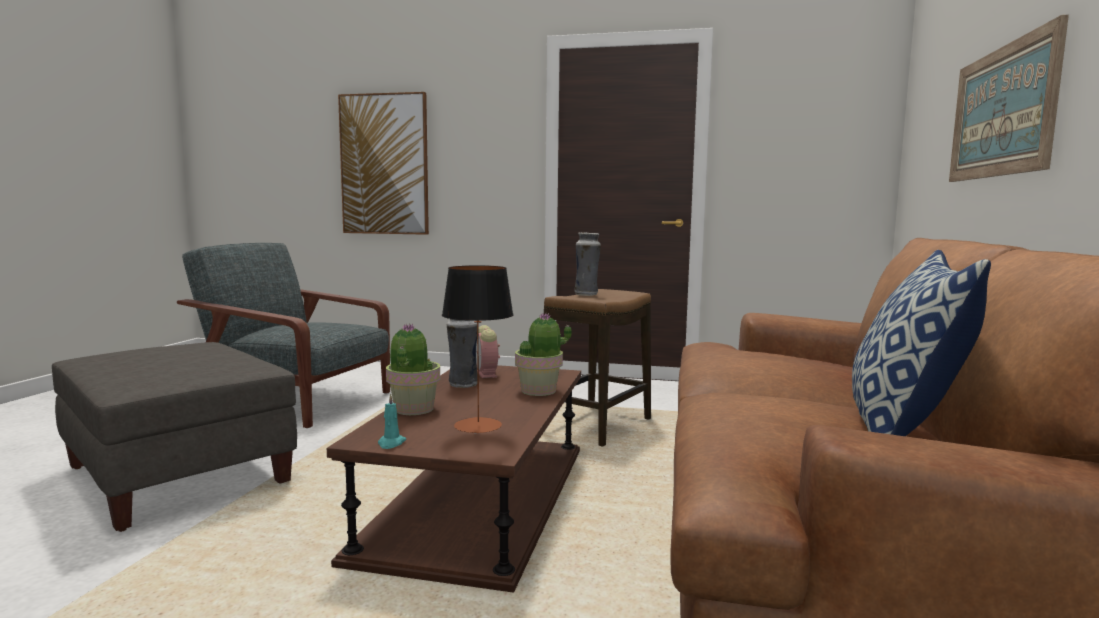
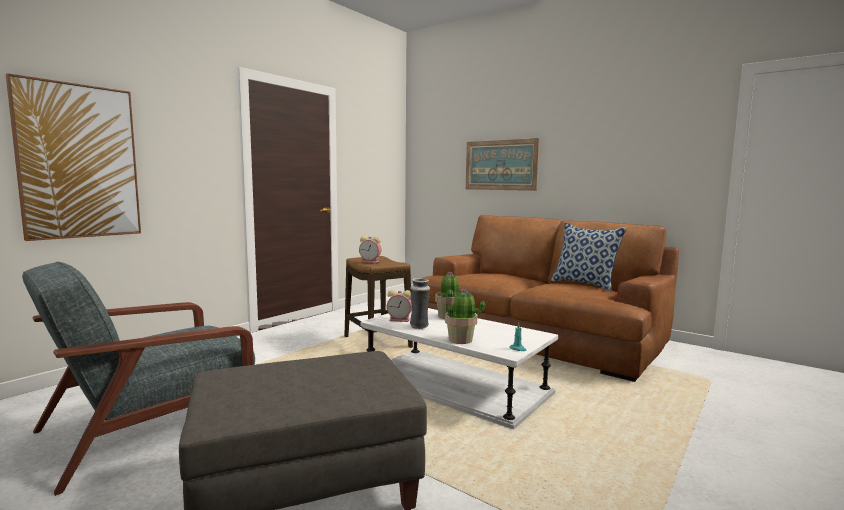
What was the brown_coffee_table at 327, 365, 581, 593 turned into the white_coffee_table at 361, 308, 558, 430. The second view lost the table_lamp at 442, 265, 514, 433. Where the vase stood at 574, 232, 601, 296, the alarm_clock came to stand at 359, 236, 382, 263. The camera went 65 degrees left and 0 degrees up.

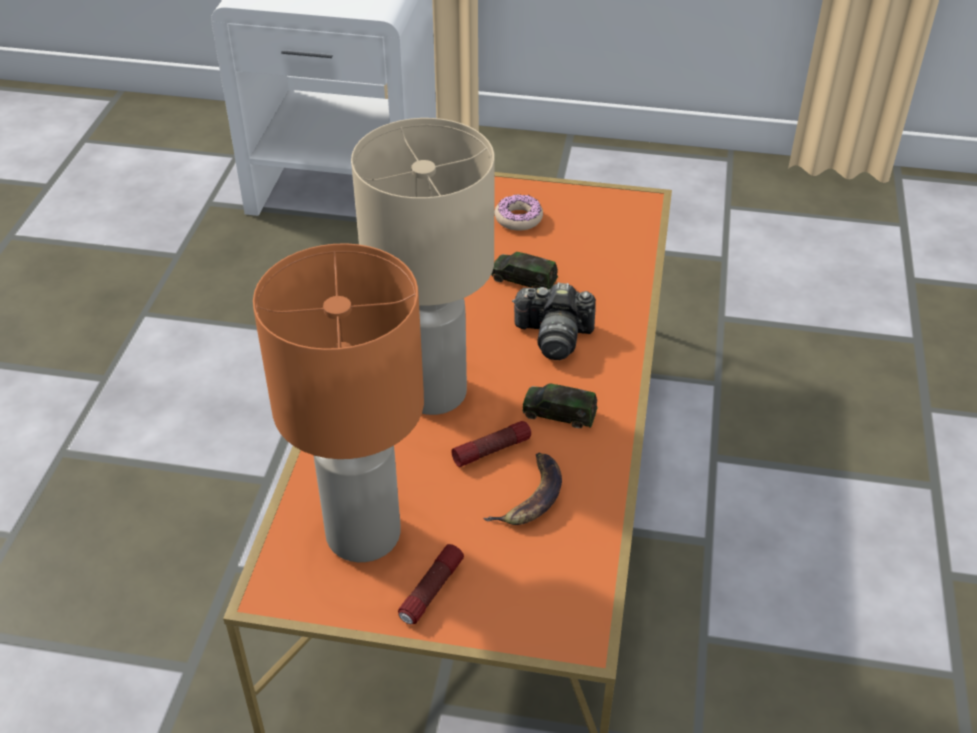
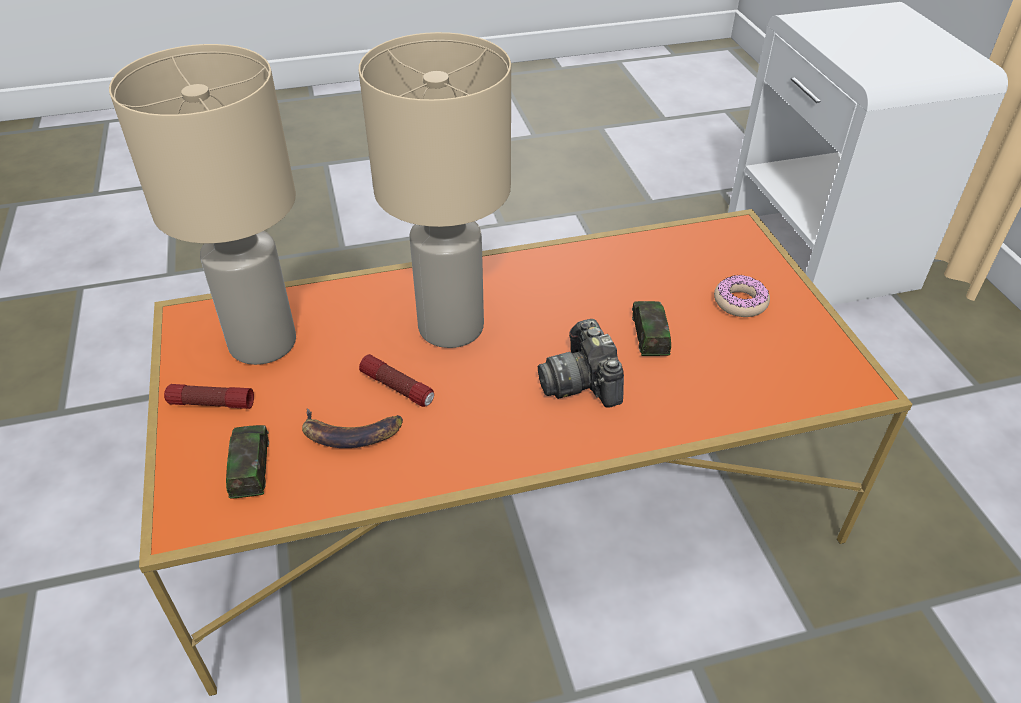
What was the orange_table_lamp at 253, 243, 424, 562 turned into the beige_table_lamp at 109, 44, 296, 365. The toy_car ended up elsewhere, having gone from 523, 383, 597, 428 to 226, 425, 269, 499. The camera went 65 degrees right and 0 degrees up.

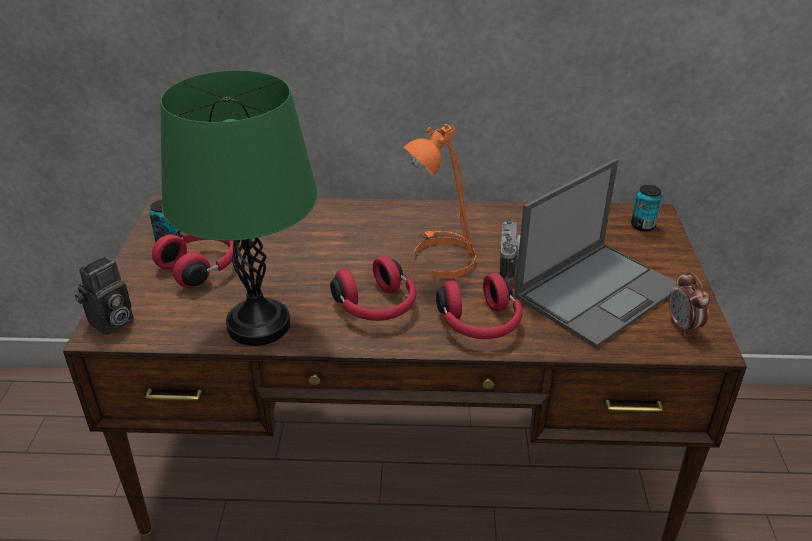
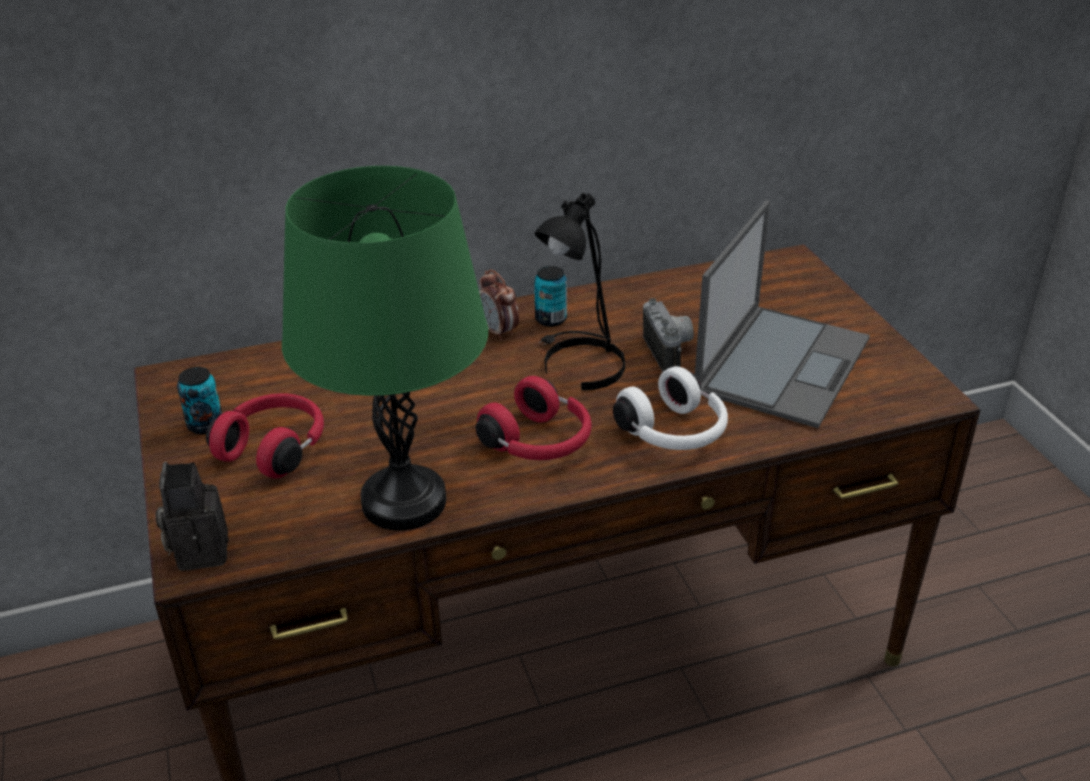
The photo_camera at 75, 256, 134, 335 ended up facing another way, 150 degrees clockwise from before. What was the orange_table_lamp at 403, 124, 476, 278 turned into the black_table_lamp at 534, 193, 625, 390. What was the red_headphones at 436, 273, 522, 339 turned into the white_headphones at 613, 366, 728, 450. The can ended up elsewhere, having gone from 631, 185, 662, 231 to 534, 266, 567, 327. The alarm_clock ended up elsewhere, having gone from 669, 271, 710, 336 to 479, 269, 519, 341. The camera went 20 degrees left and 0 degrees up.

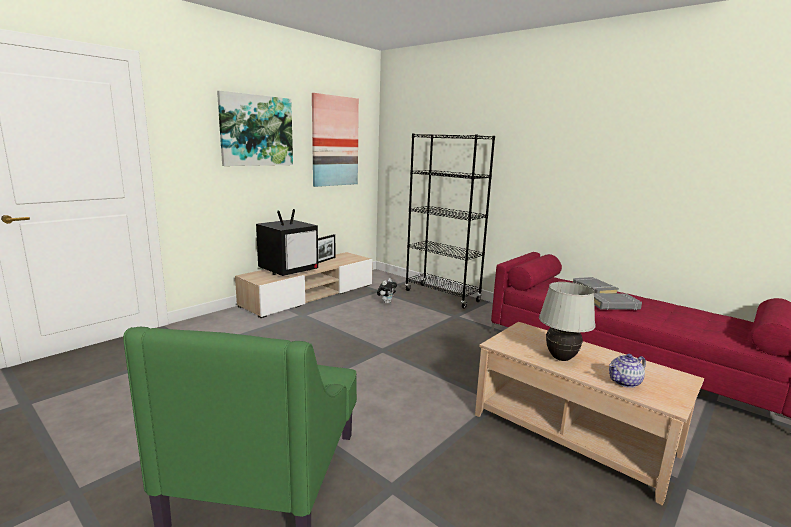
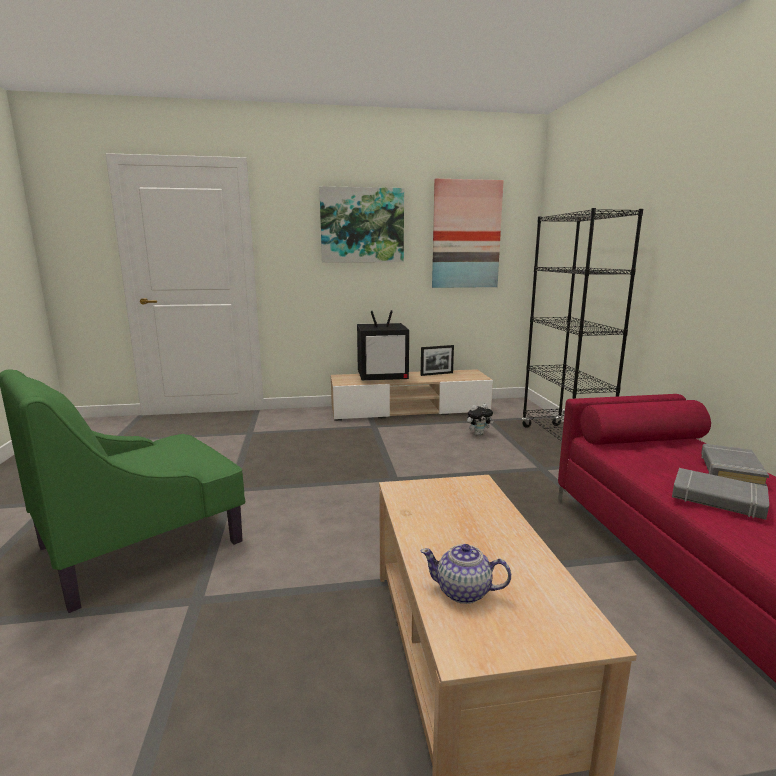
The second view lost the white_table_lamp at 539, 282, 596, 361. The camera went 40 degrees right and 0 degrees up.

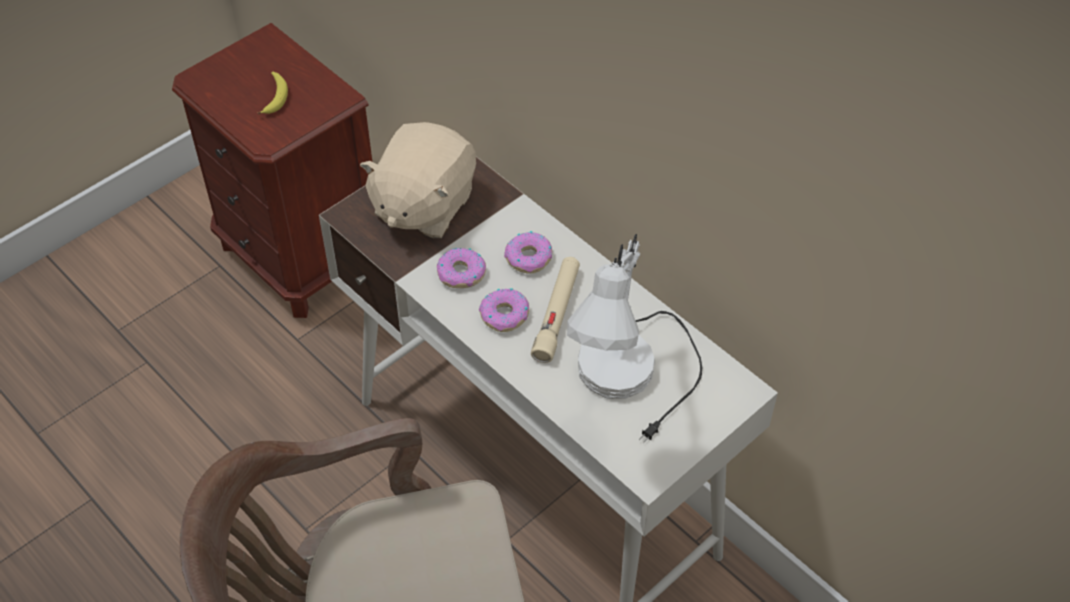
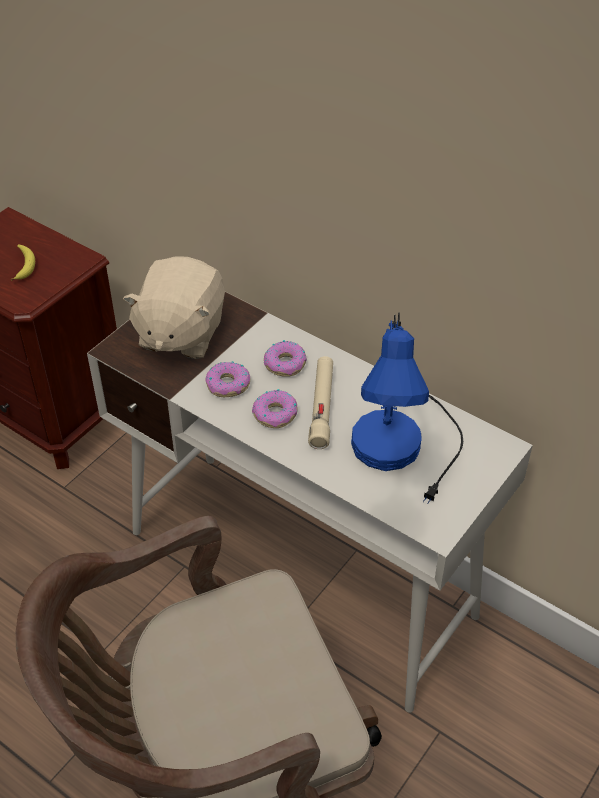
What was the white_table_lamp at 567, 234, 702, 443 turned into the blue_table_lamp at 351, 312, 463, 503. The camera went 10 degrees left and 5 degrees down.

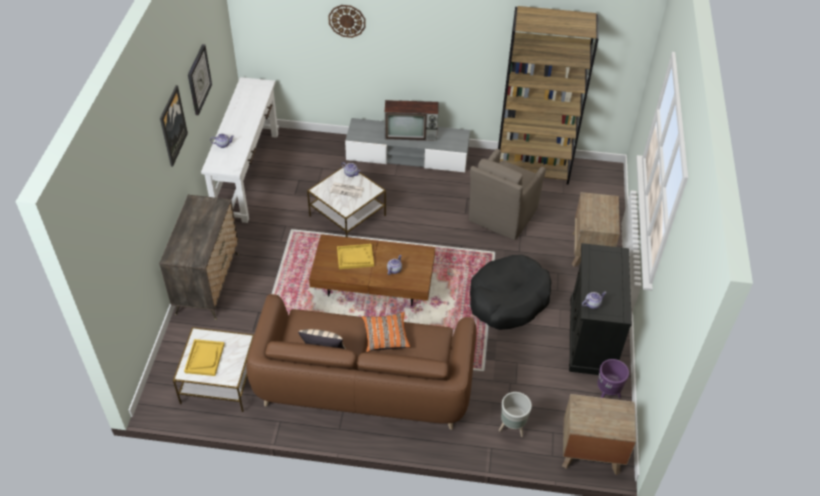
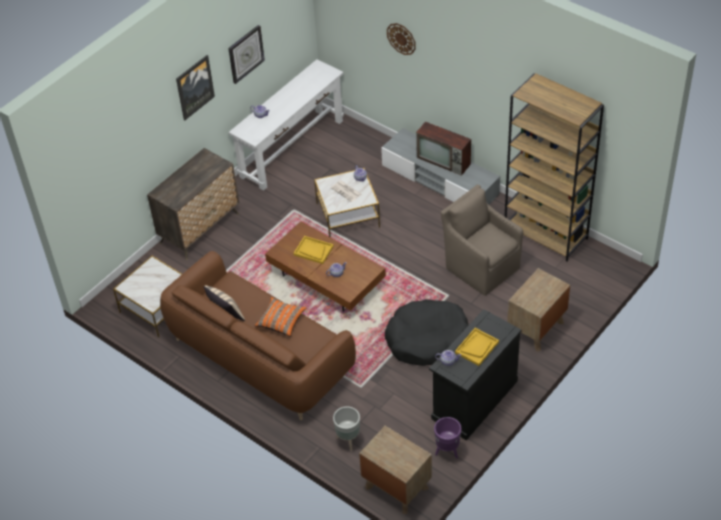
The yellow_tray ended up elsewhere, having gone from 184, 339, 225, 376 to 455, 328, 499, 366. The brown_armchair at 469, 149, 546, 240 ended up facing another way, 75 degrees clockwise from before. The camera went 35 degrees right and 0 degrees up.

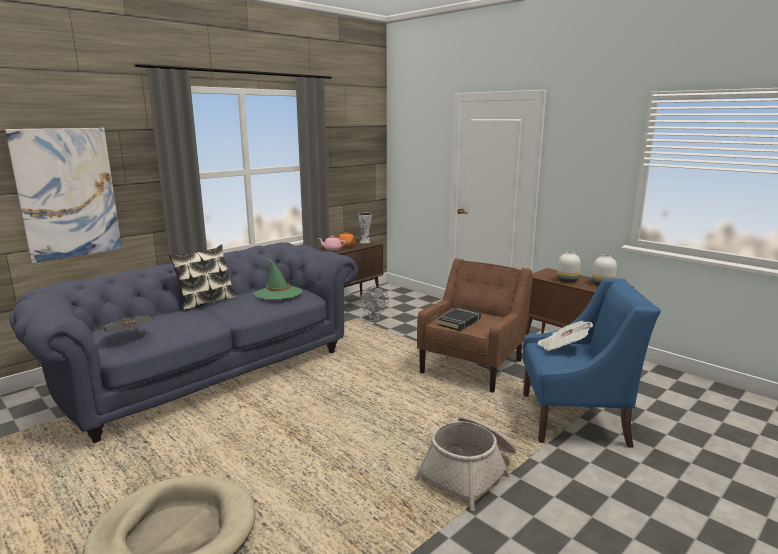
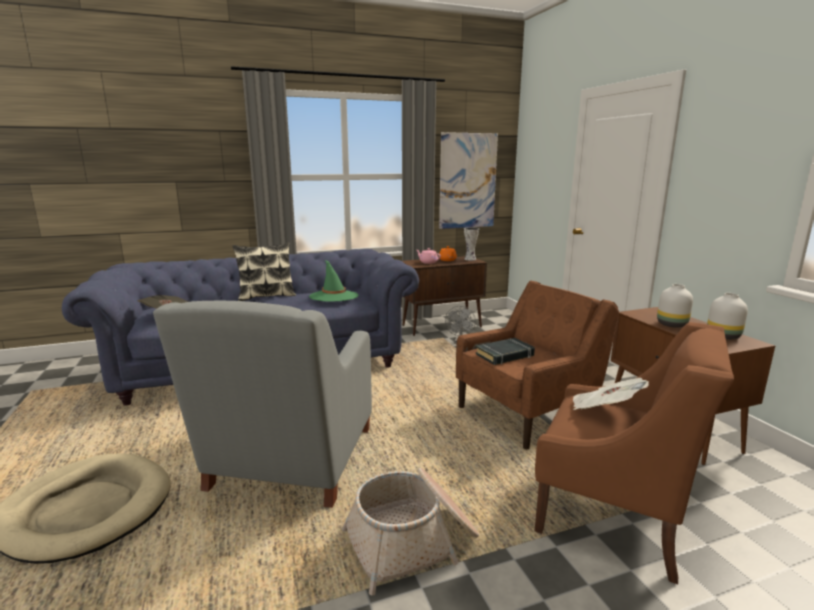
The picture ended up elsewhere, having gone from 5, 128, 122, 263 to 439, 132, 498, 229. What was the blue_armchair at 523, 278, 661, 448 turned into the brown_armchair at 535, 322, 734, 584. The second view gained the grey_armchair at 153, 301, 372, 508. The camera went 25 degrees right and 0 degrees up.

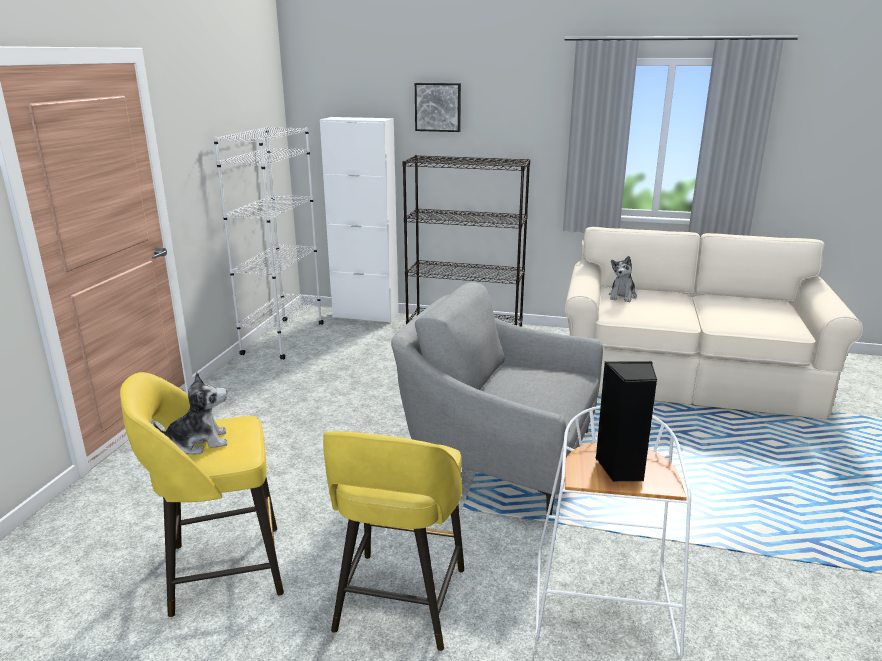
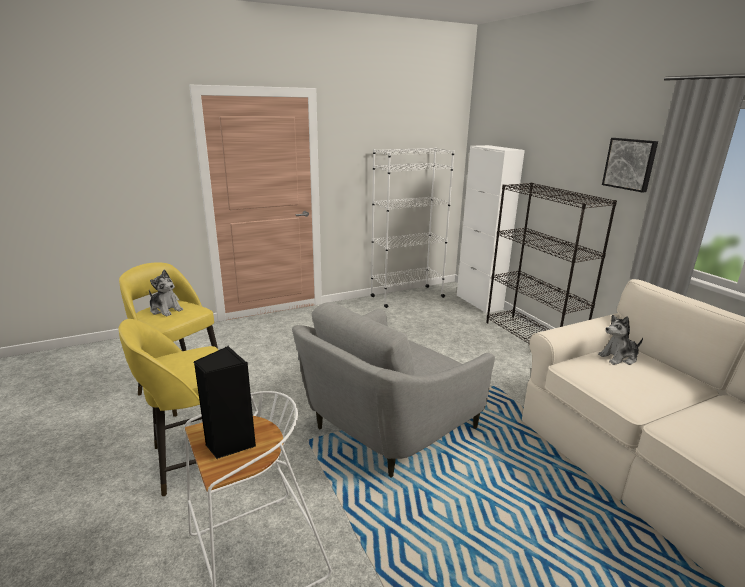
The grey_armchair at 391, 282, 603, 515 ended up facing another way, 120 degrees counterclockwise from before. The picture ended up elsewhere, having gone from 415, 83, 461, 132 to 602, 138, 658, 193. The camera went 50 degrees right and 0 degrees up.

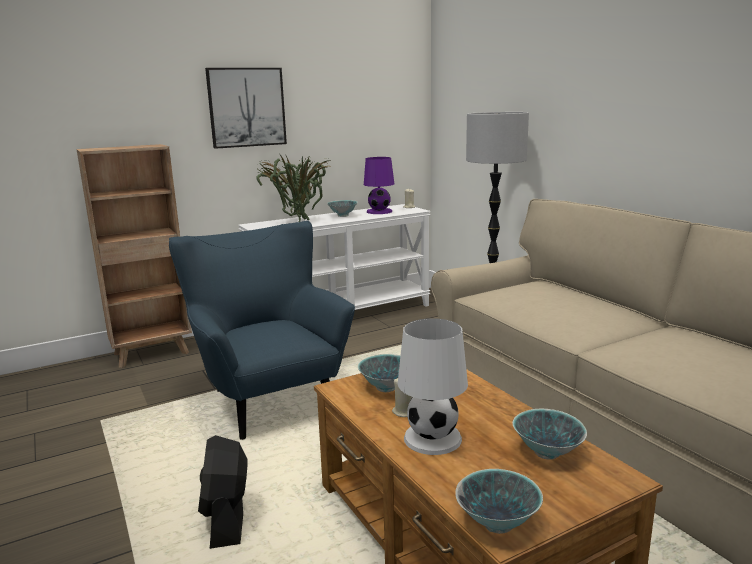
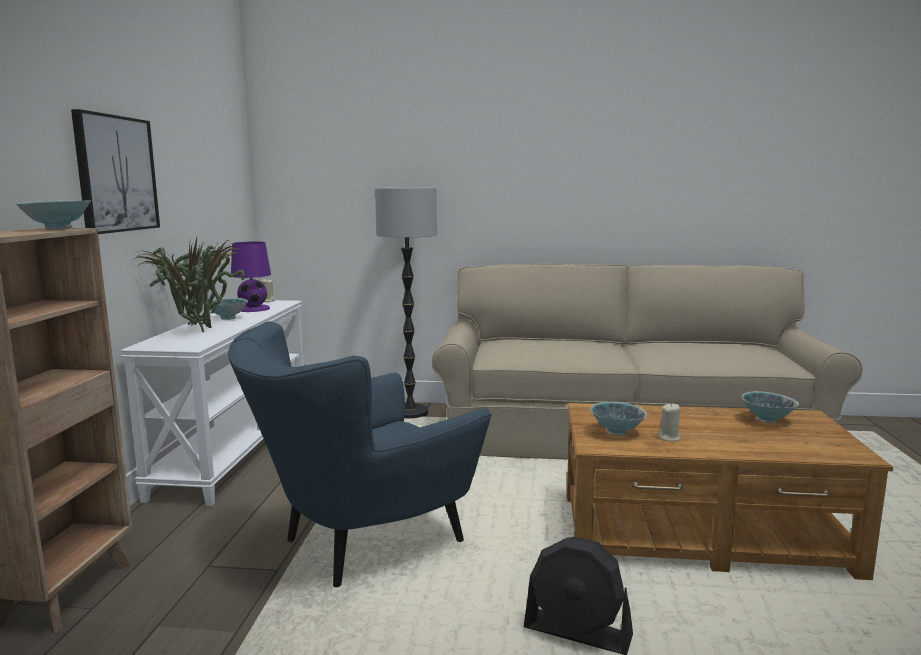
The blue_armchair at 169, 221, 355, 440 ended up facing another way, 45 degrees counterclockwise from before. The second view lost the white_table_lamp at 398, 318, 468, 455. The bowl ended up elsewhere, having gone from 455, 469, 543, 534 to 16, 201, 91, 230. The camera went 55 degrees left and 5 degrees down.

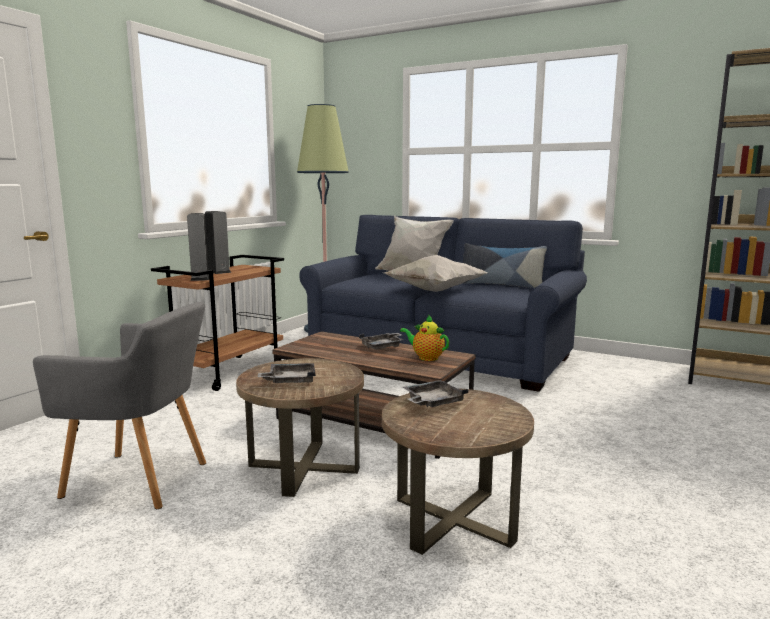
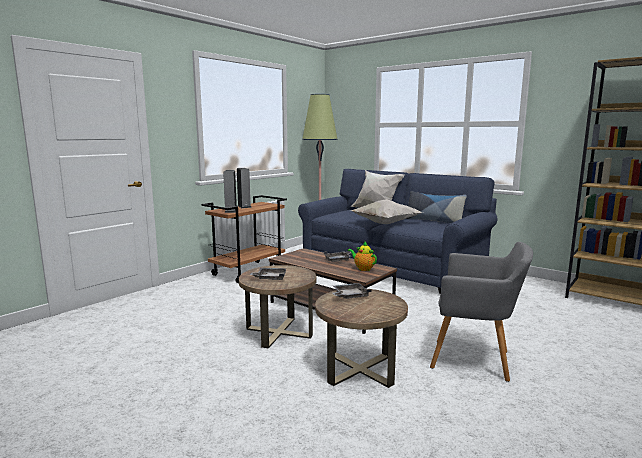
The grey_armchair ended up elsewhere, having gone from 33, 302, 206, 509 to 430, 242, 533, 382. The camera went 10 degrees right and 0 degrees up.

